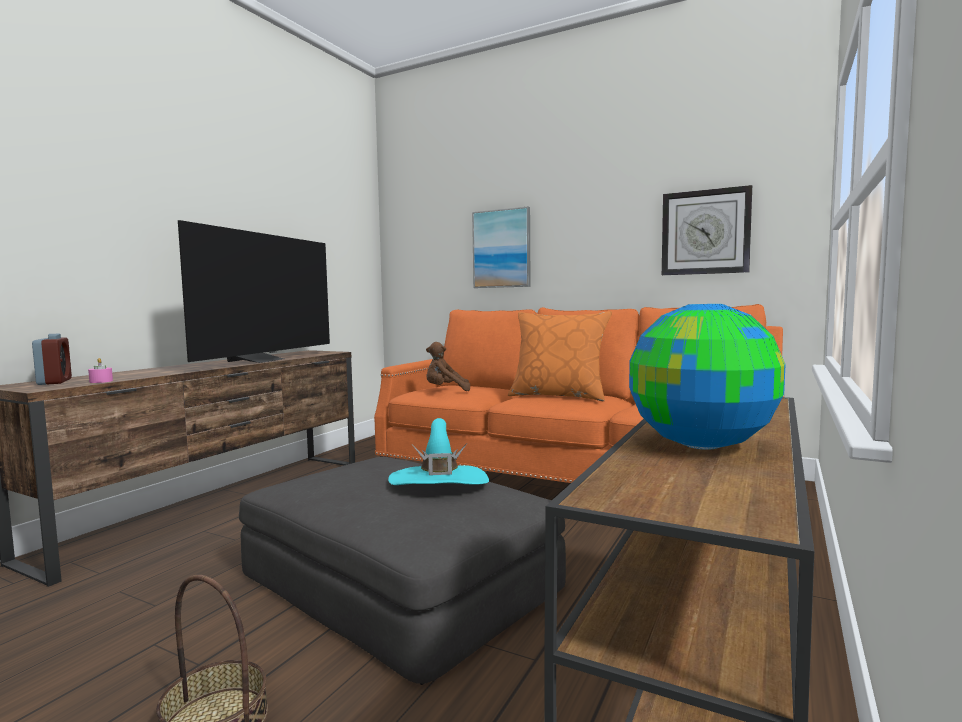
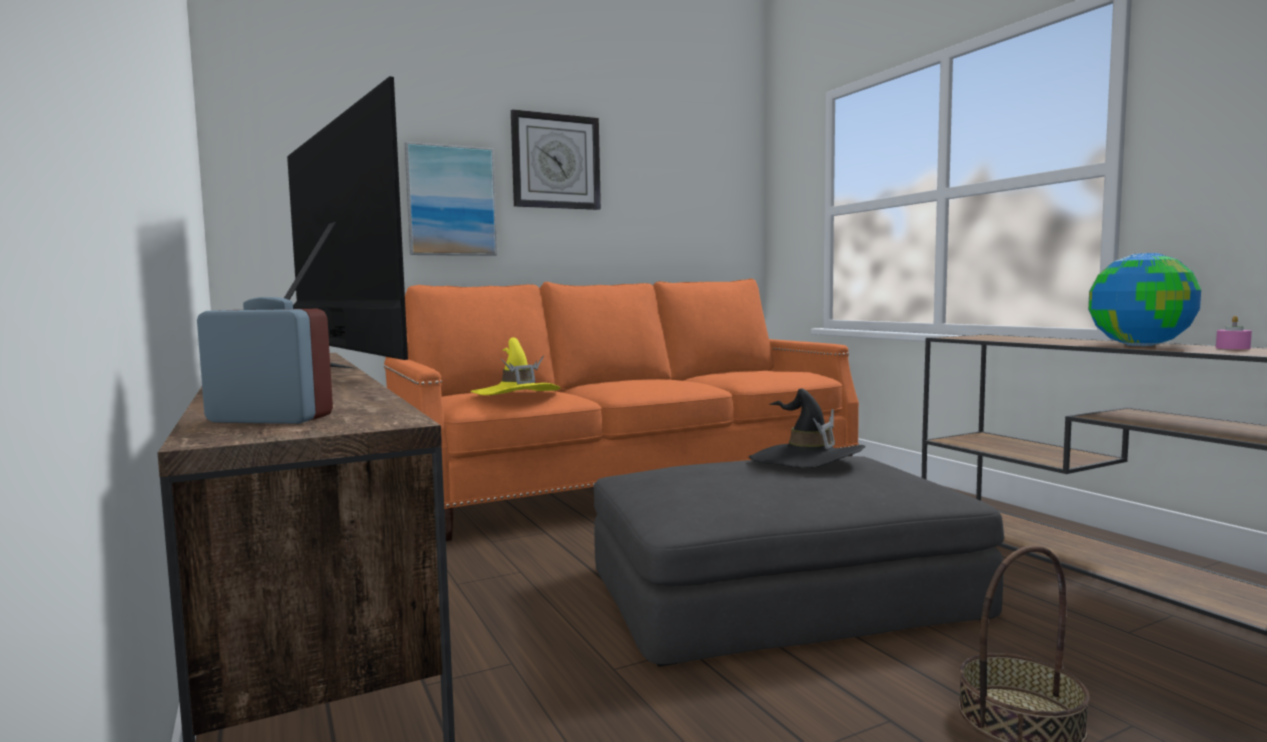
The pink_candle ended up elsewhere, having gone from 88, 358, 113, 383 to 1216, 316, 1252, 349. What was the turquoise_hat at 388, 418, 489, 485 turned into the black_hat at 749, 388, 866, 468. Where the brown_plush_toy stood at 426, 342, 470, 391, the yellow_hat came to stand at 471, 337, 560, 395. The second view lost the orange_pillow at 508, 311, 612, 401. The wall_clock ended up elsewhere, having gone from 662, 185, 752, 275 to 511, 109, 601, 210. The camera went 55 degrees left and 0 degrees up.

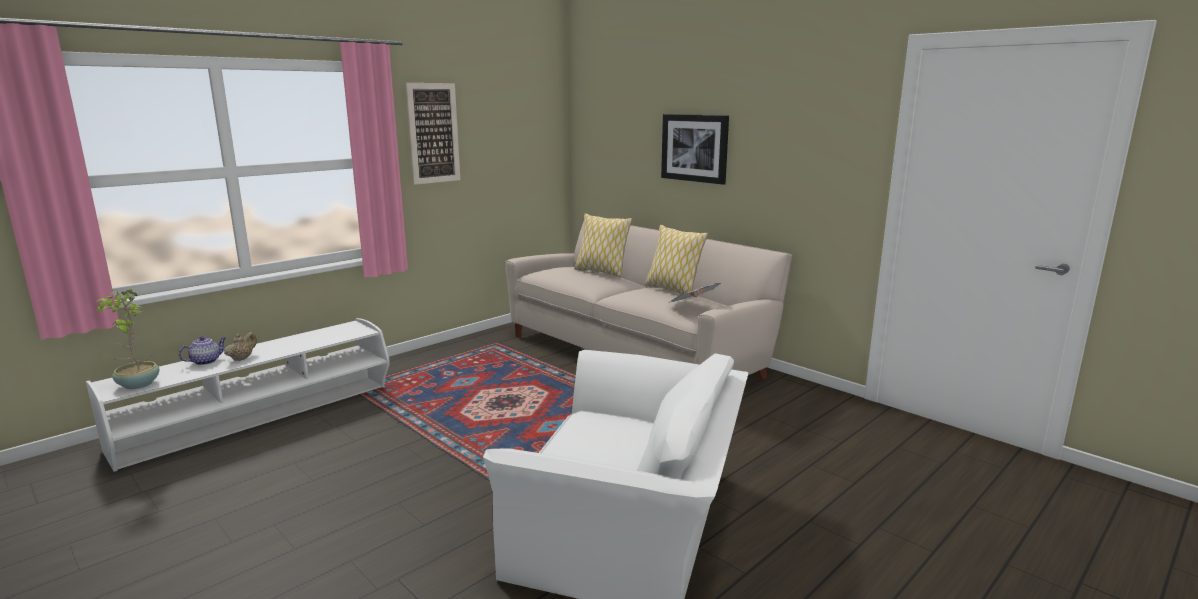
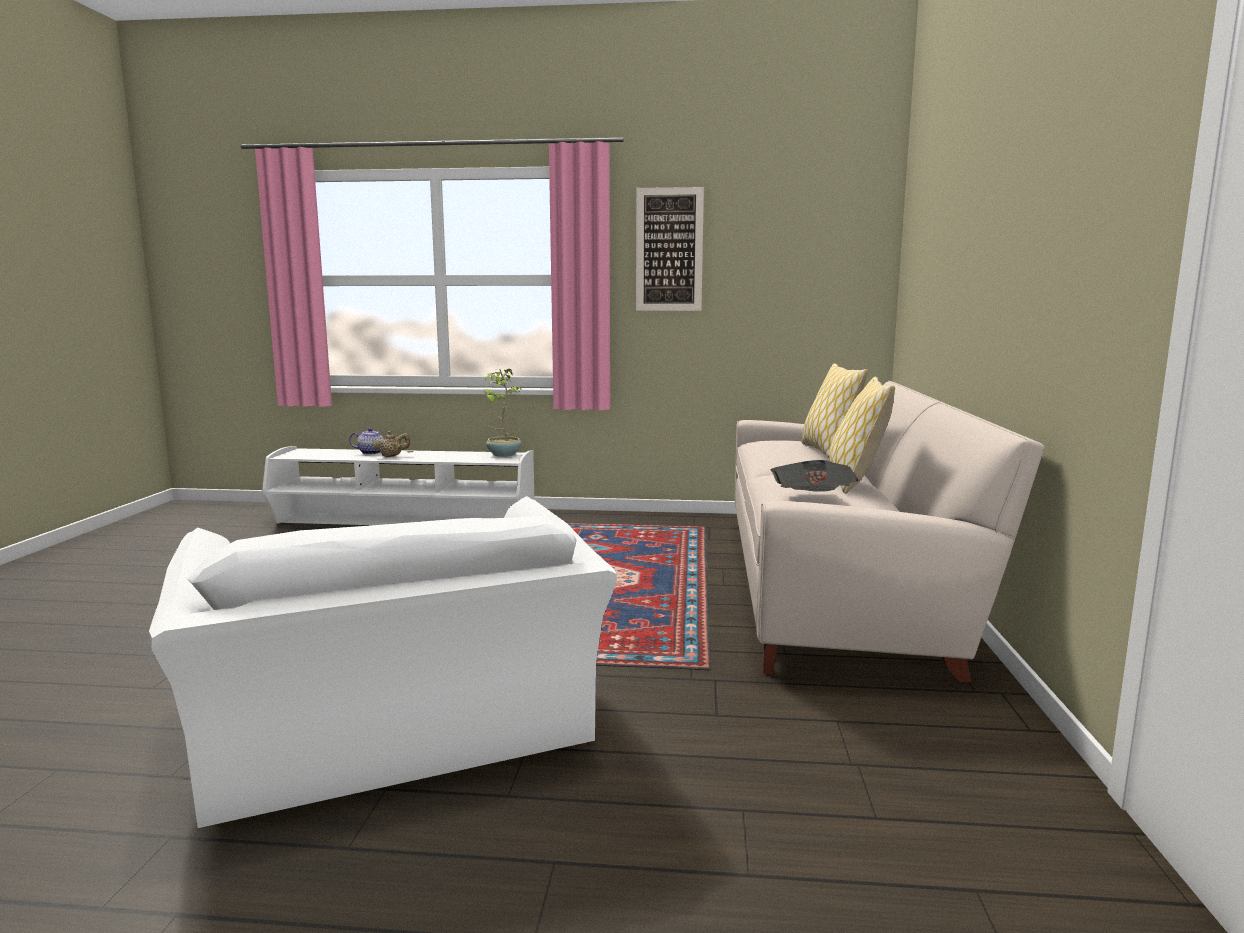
The potted_plant ended up elsewhere, having gone from 95, 290, 159, 389 to 485, 369, 523, 457. The second view lost the picture at 661, 114, 729, 185. The camera went 50 degrees right and 5 degrees down.

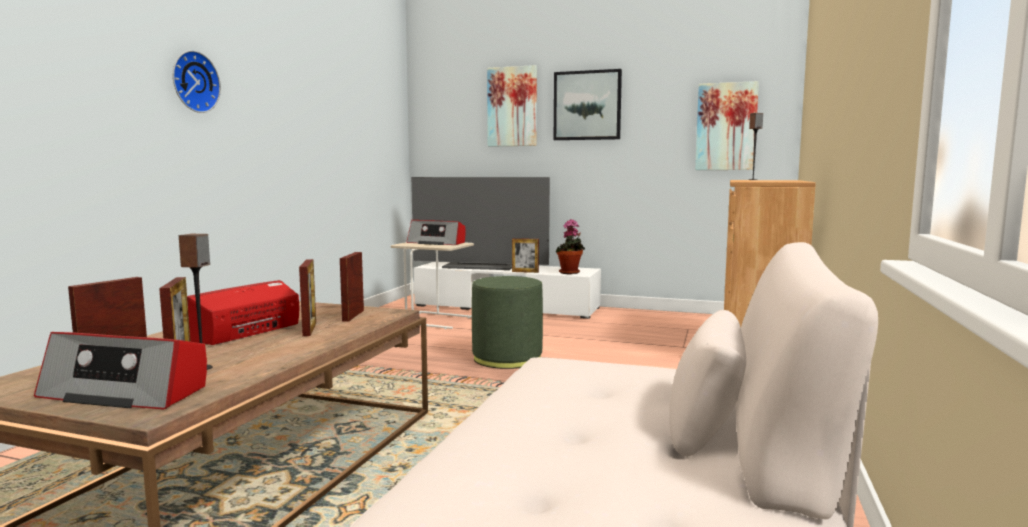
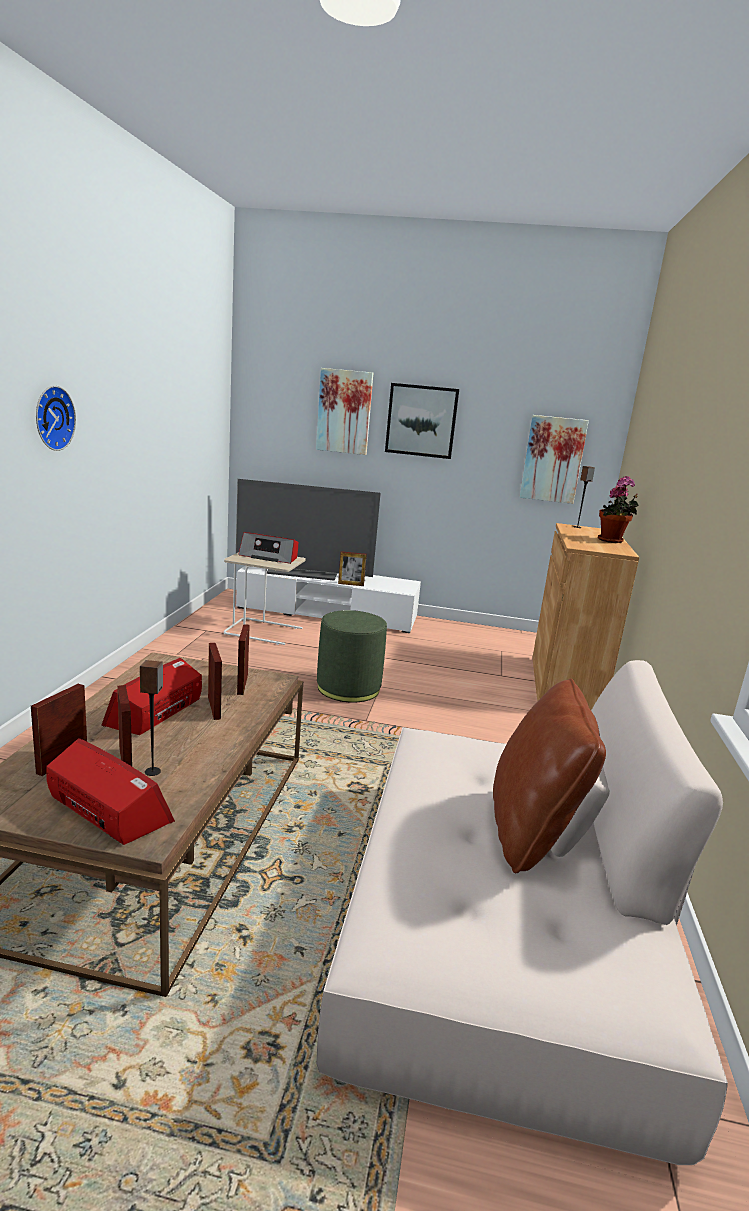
The radio at 34, 332, 207, 410 ended up facing another way, 150 degrees counterclockwise from before. The potted_plant ended up elsewhere, having gone from 555, 219, 585, 274 to 598, 476, 638, 543. The second view gained the brown_pillow at 493, 678, 606, 873. The camera went 10 degrees left and 10 degrees up.

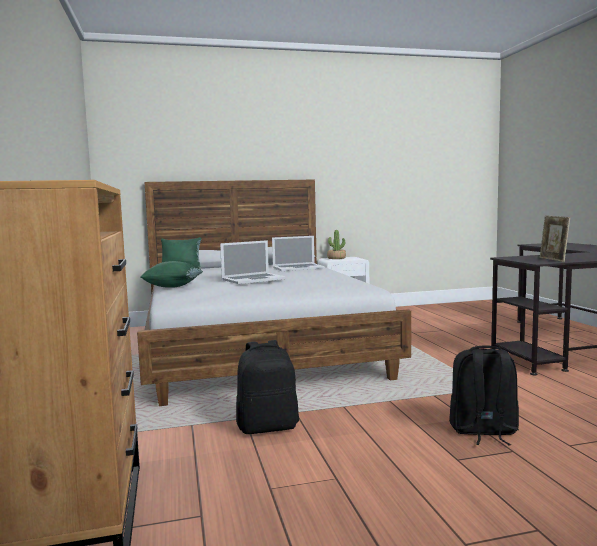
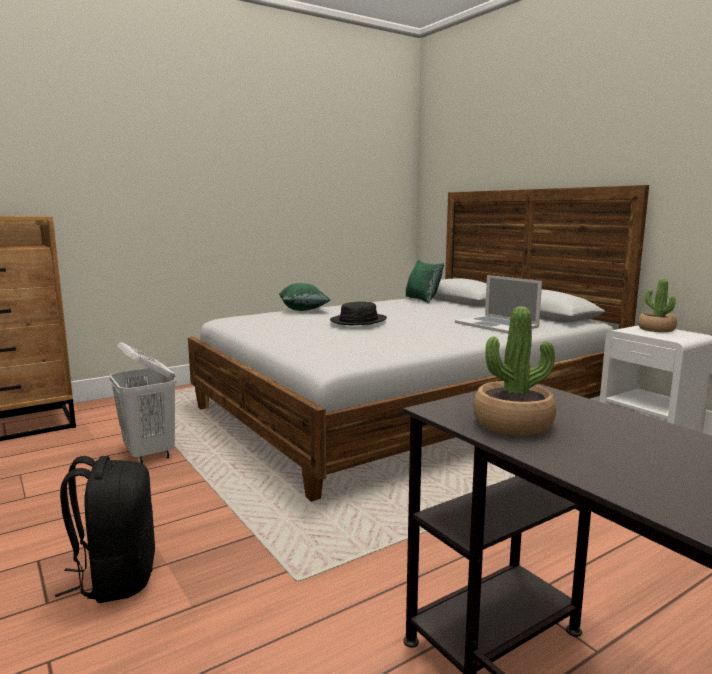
Where the laptop stood at 220, 240, 287, 284, the black_hat came to stand at 330, 302, 387, 325. Where the black_backpack stood at 236, 340, 299, 434, the white_laundry_basket came to stand at 109, 342, 176, 464. Where the picture_frame stood at 540, 215, 570, 262, the potted_plant came to stand at 473, 306, 556, 436. The camera went 70 degrees right and 5 degrees up.

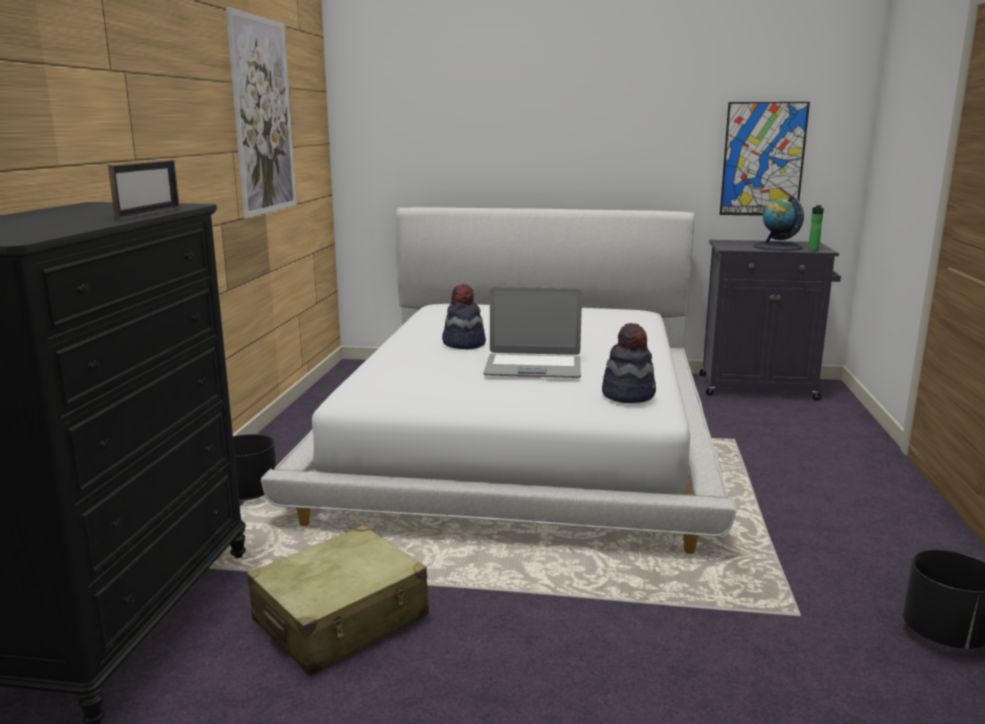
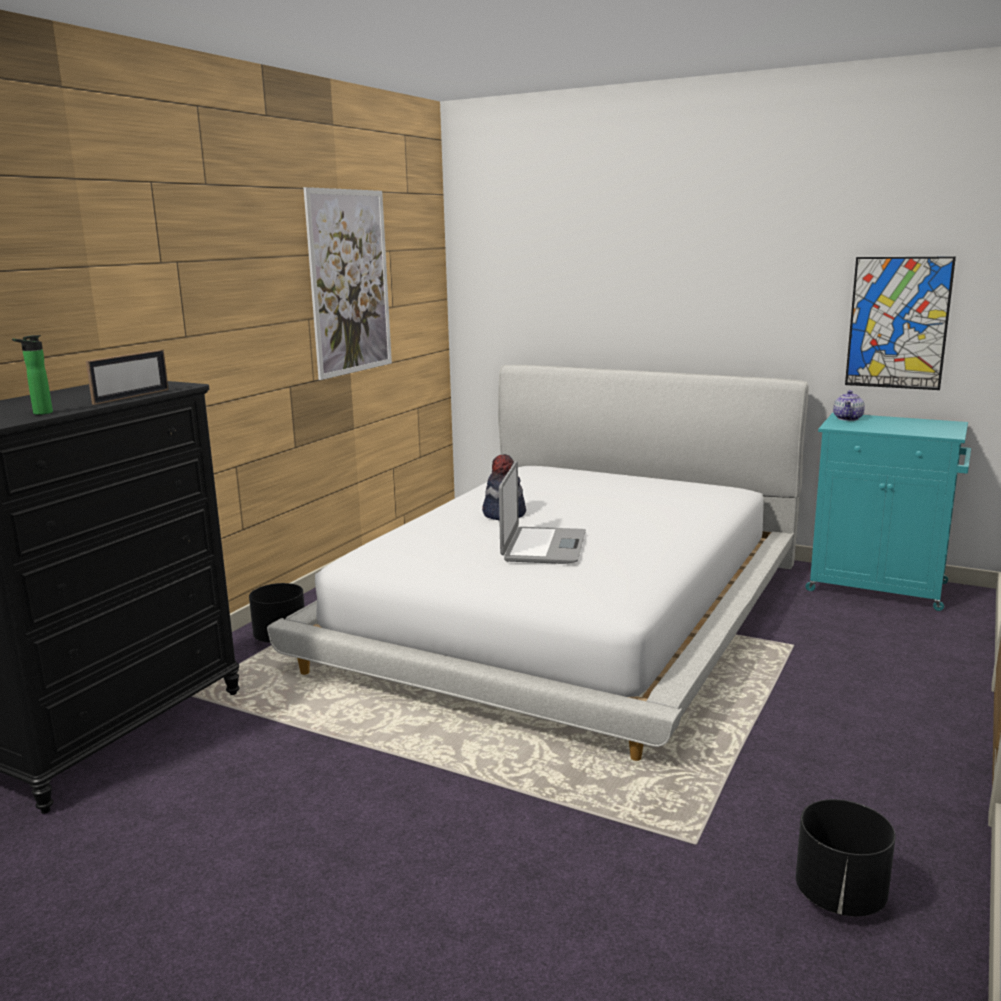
The second view lost the beige_suitcase at 247, 525, 429, 676. The laptop at 483, 287, 582, 378 ended up facing another way, 105 degrees counterclockwise from before. The second view lost the hat at 602, 323, 656, 403. What was the black_cabinet at 699, 240, 841, 401 turned into the turquoise_cabinet at 806, 413, 971, 611. The second view lost the globe at 753, 195, 804, 251. The bottle ended up elsewhere, having gone from 808, 205, 824, 251 to 12, 335, 53, 415. The second view gained the teapot at 833, 390, 865, 421. The camera went 20 degrees right and 0 degrees up.

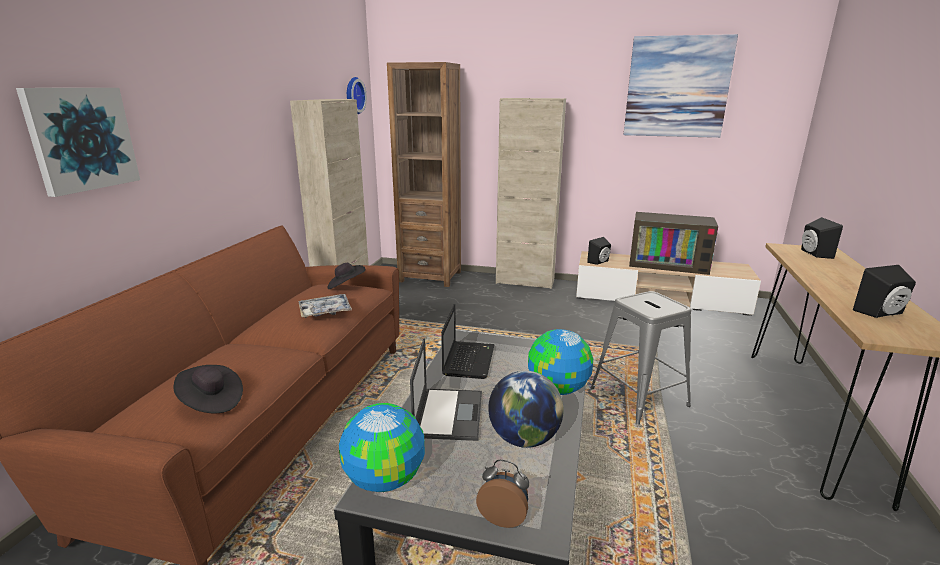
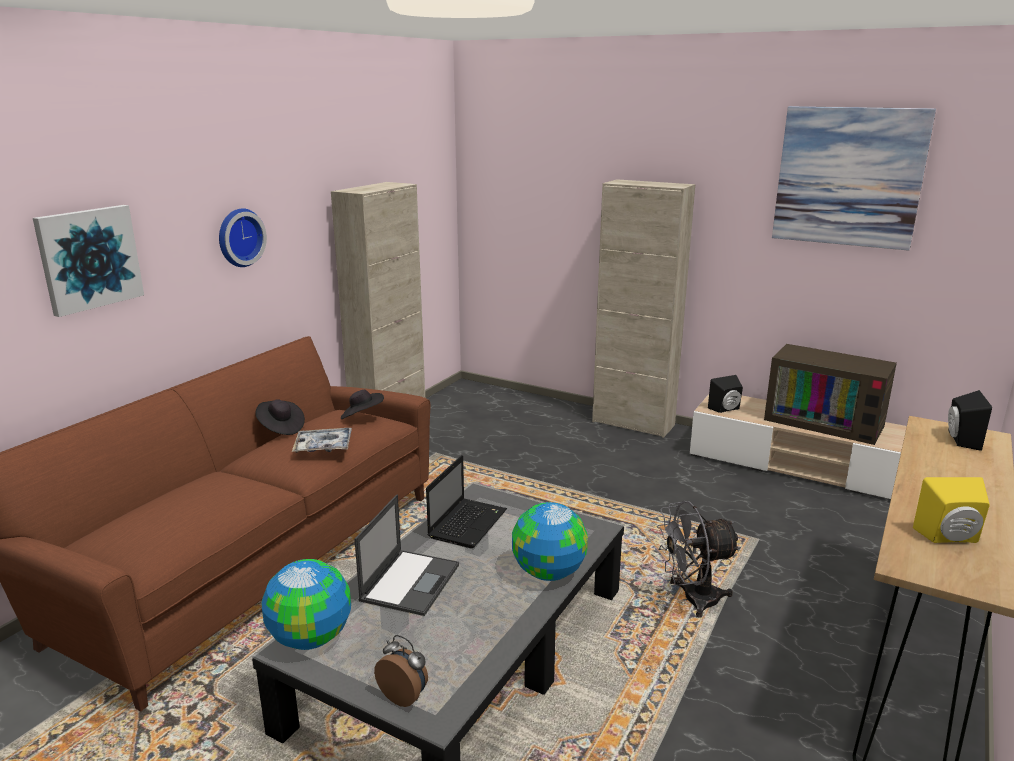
The black_hat ended up elsewhere, having gone from 174, 365, 243, 413 to 255, 399, 305, 435. The wall_clock ended up elsewhere, having gone from 347, 77, 367, 114 to 219, 208, 267, 267. The second view lost the brown_bookcase at 387, 62, 461, 287. The second view lost the globe at 488, 371, 564, 448. Where the grey_stool stood at 591, 291, 691, 425, the grey_fan came to stand at 657, 501, 741, 618. What was the black_speaker at 853, 265, 916, 318 turned into the yellow_speaker at 913, 477, 990, 543. The camera went 15 degrees right and 0 degrees up.

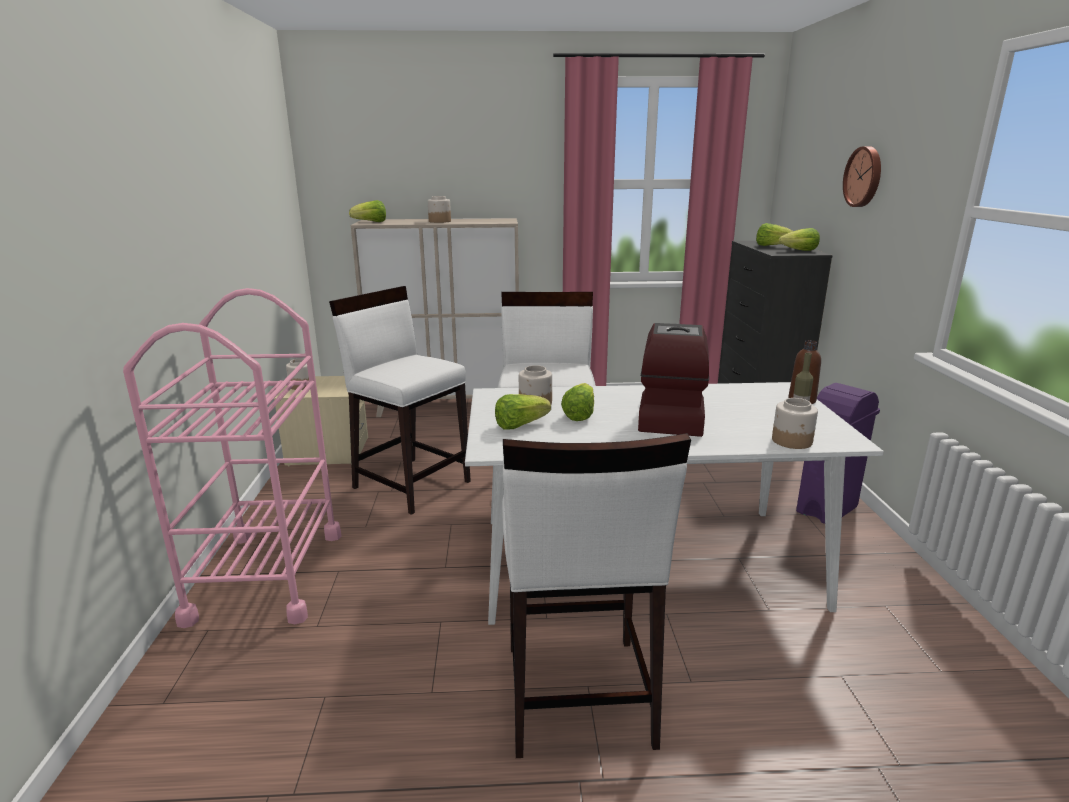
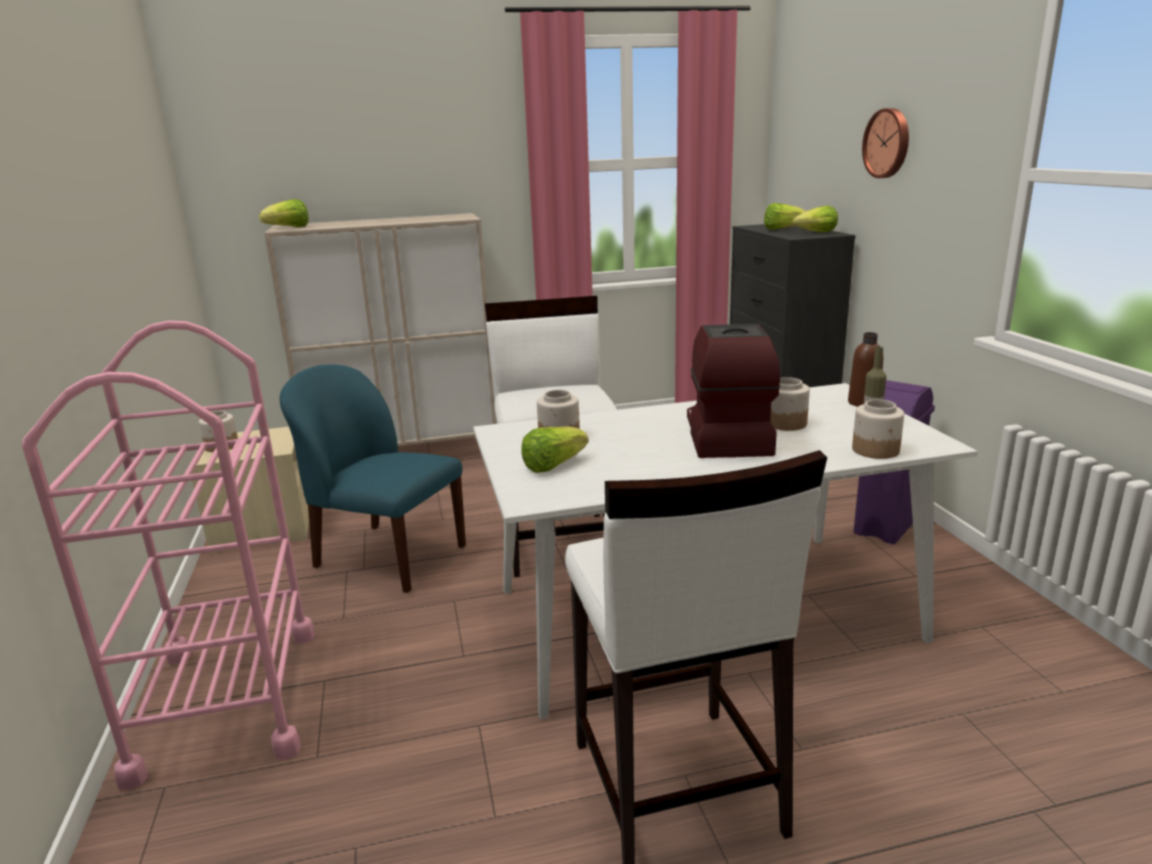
Where the white_stool stood at 329, 286, 471, 515, the blue_chair came to stand at 280, 365, 466, 593. The jar ended up elsewhere, having gone from 428, 196, 451, 223 to 770, 377, 810, 431. The second view lost the lettuce at 561, 383, 594, 421. The camera went 10 degrees left and 0 degrees up.

